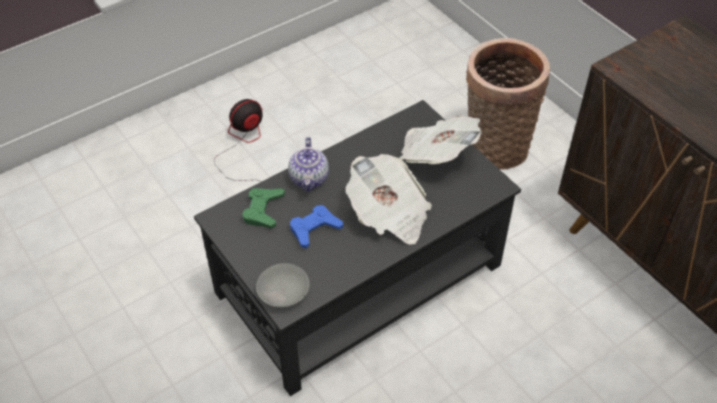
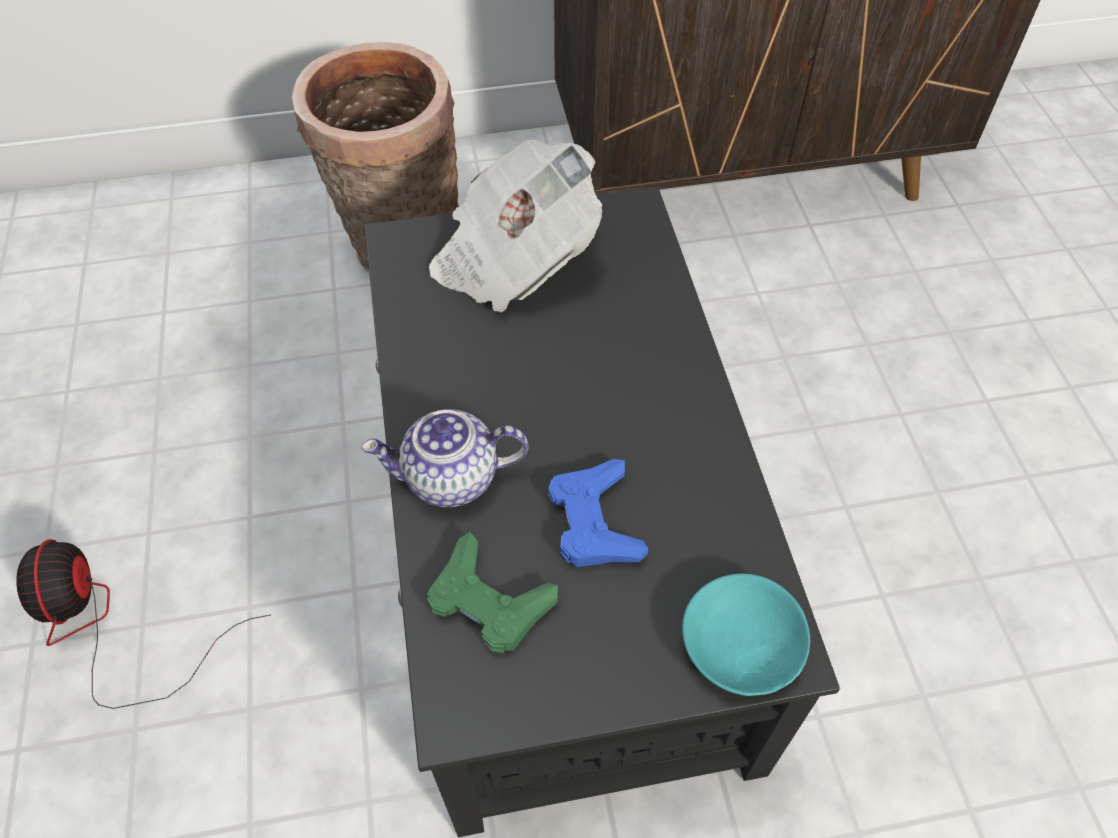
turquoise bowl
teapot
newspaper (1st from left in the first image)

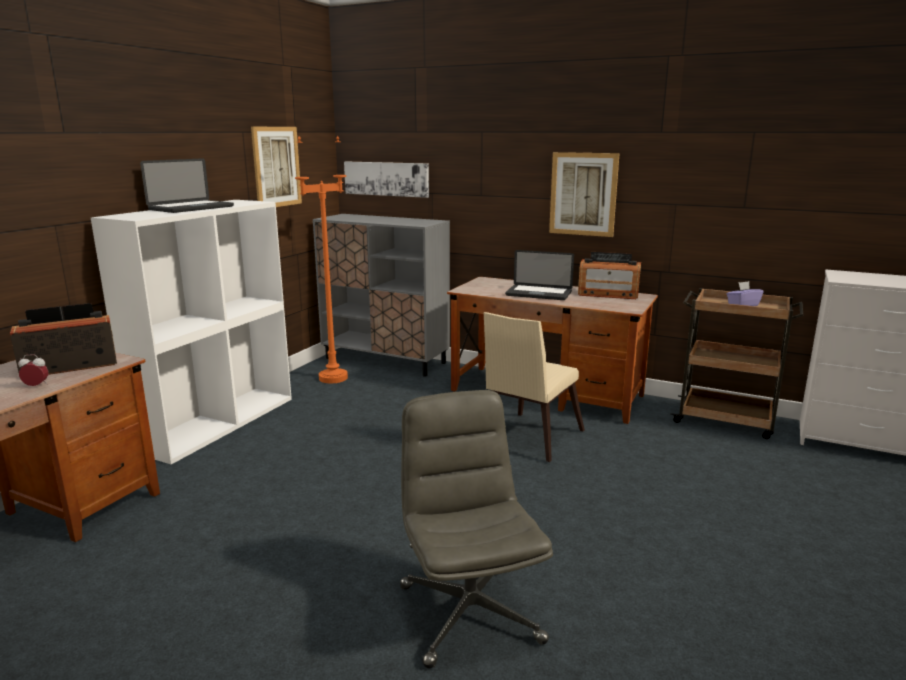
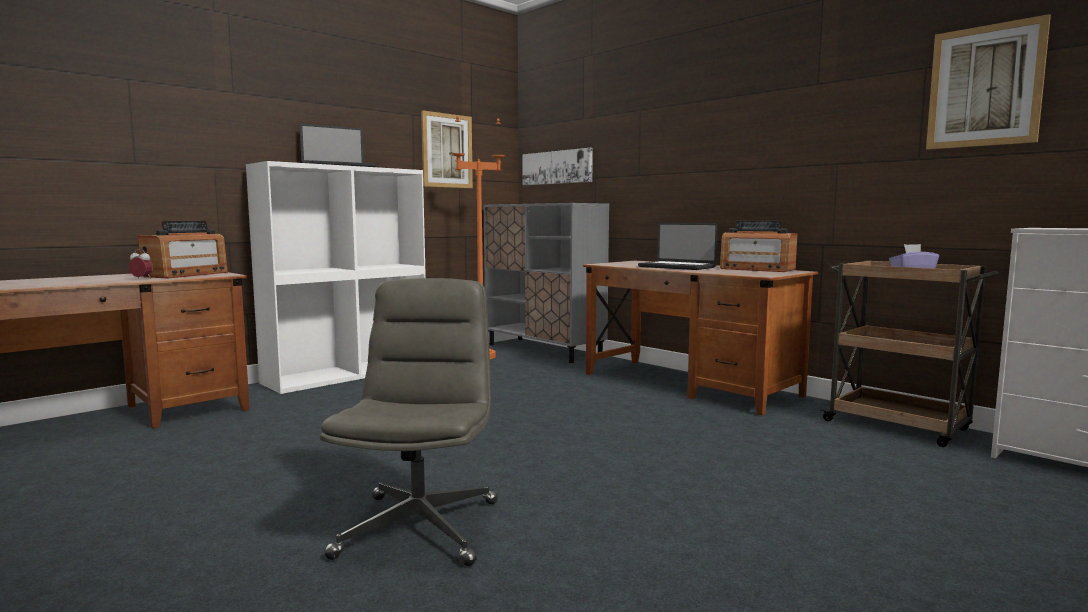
radio (1st from left)
beige chair
picture (3rd from left)

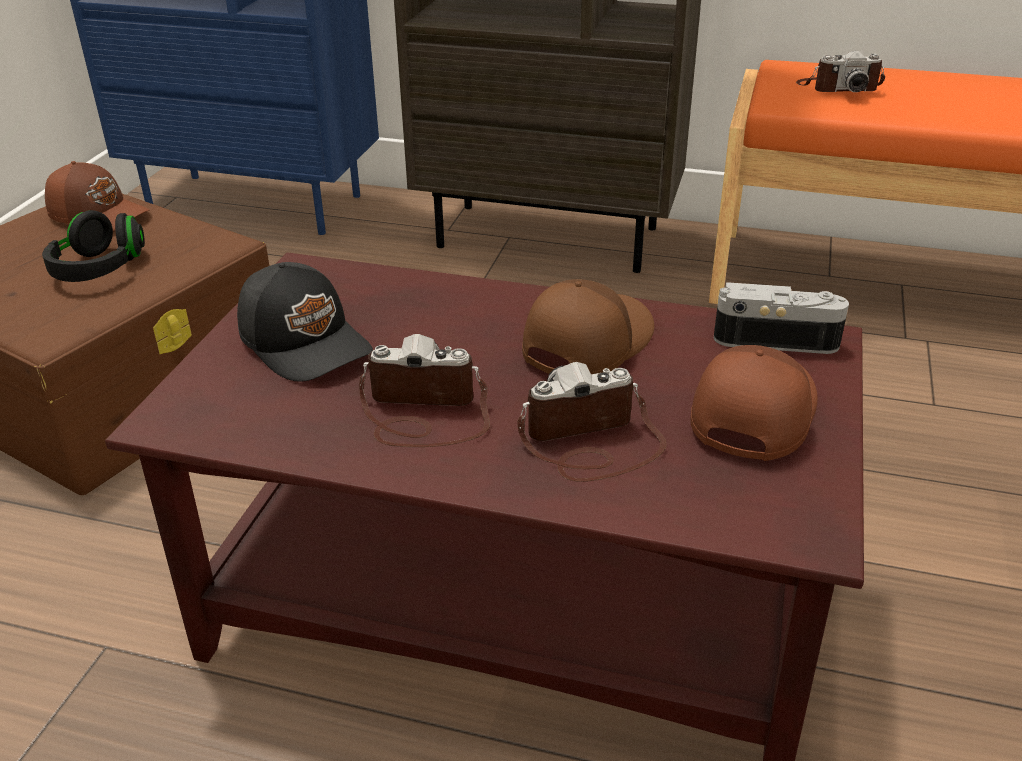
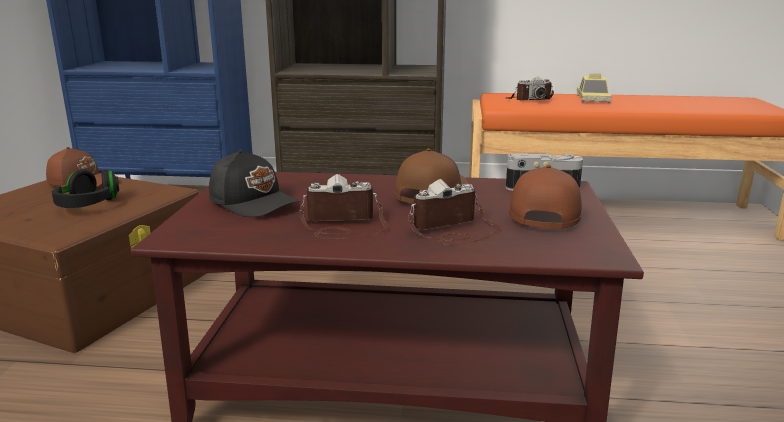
toy car

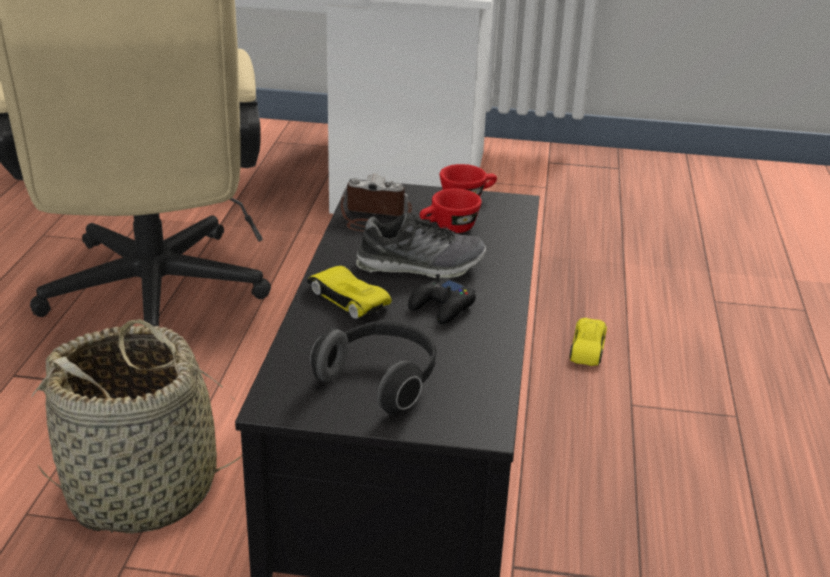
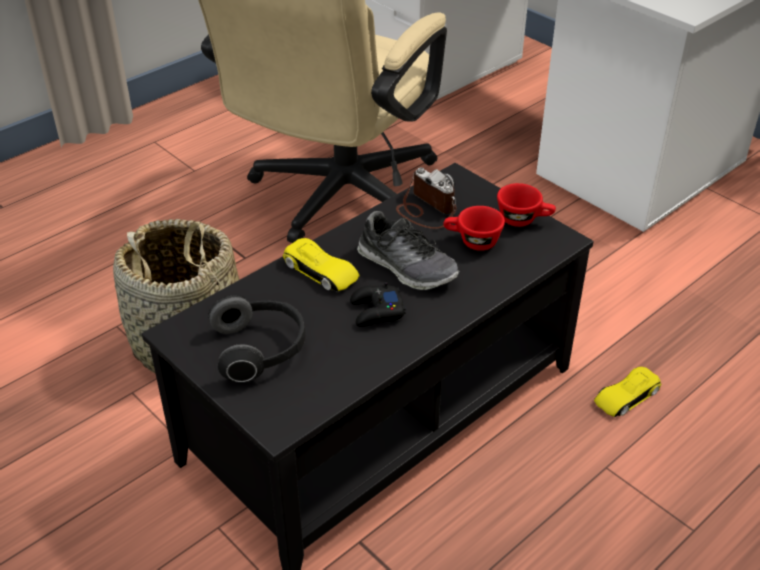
yellow toy car (1st from left)

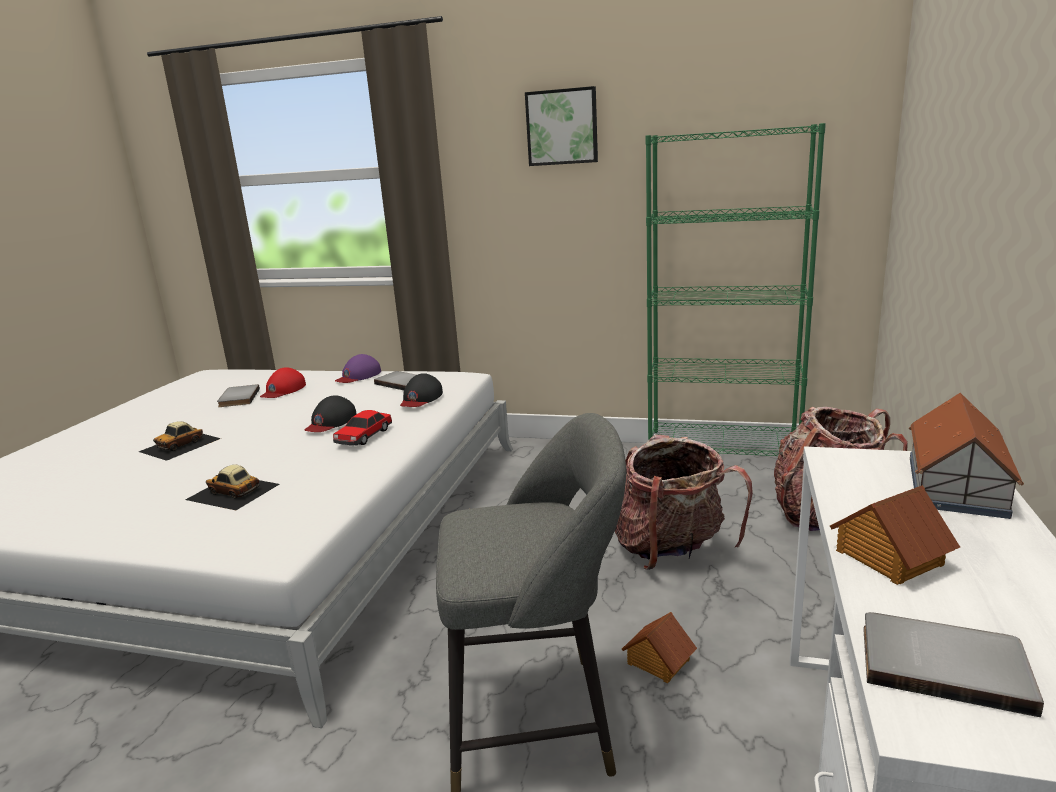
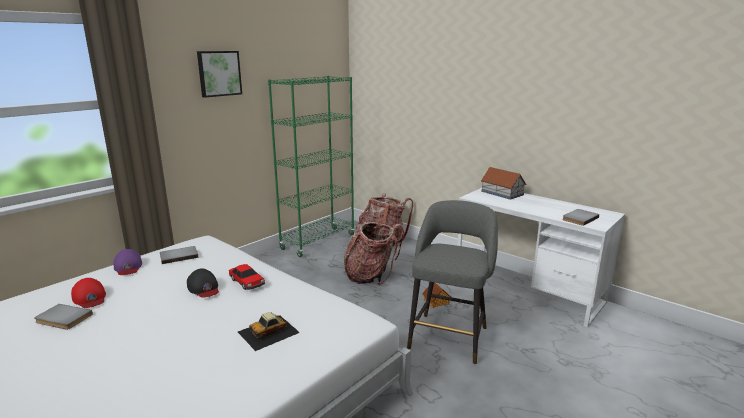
toy car (1st from left in the first image)
black cap (2nd from left in the first image)
toy house (2nd from left in the first image)

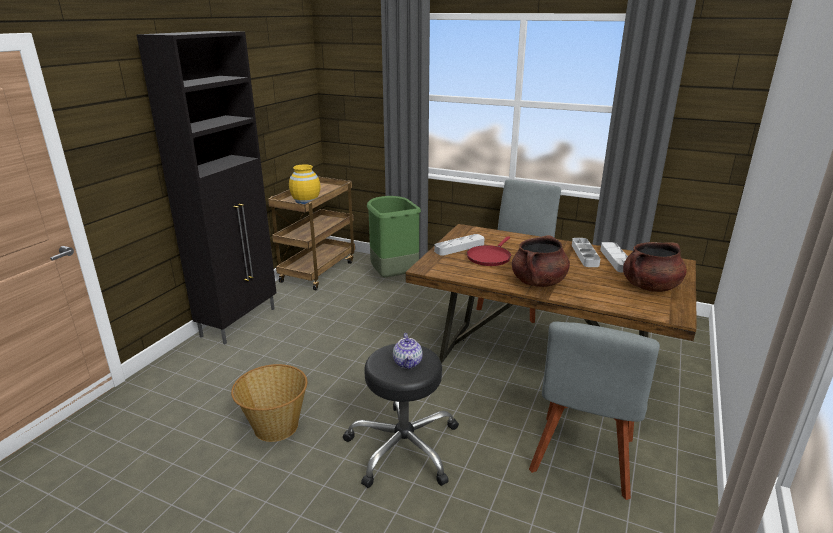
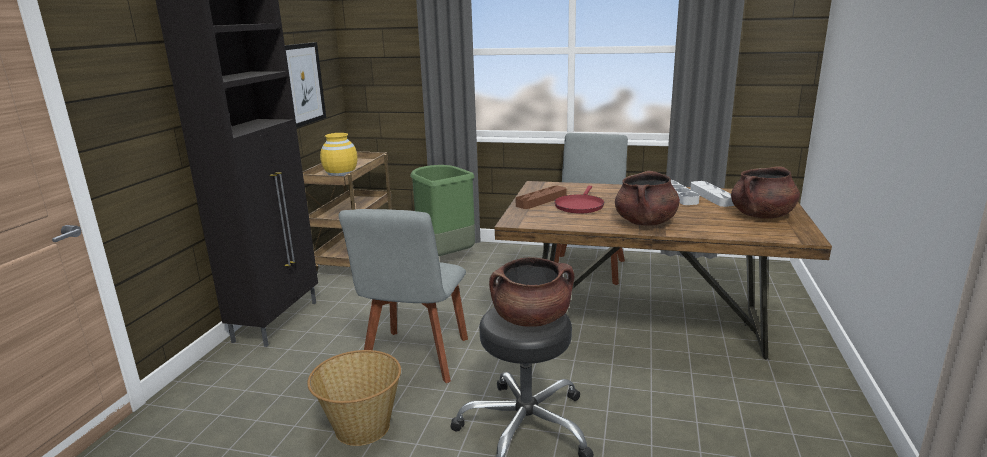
brown cooking pot (1st from left)
brown tray
grey chair (1st from left)
picture

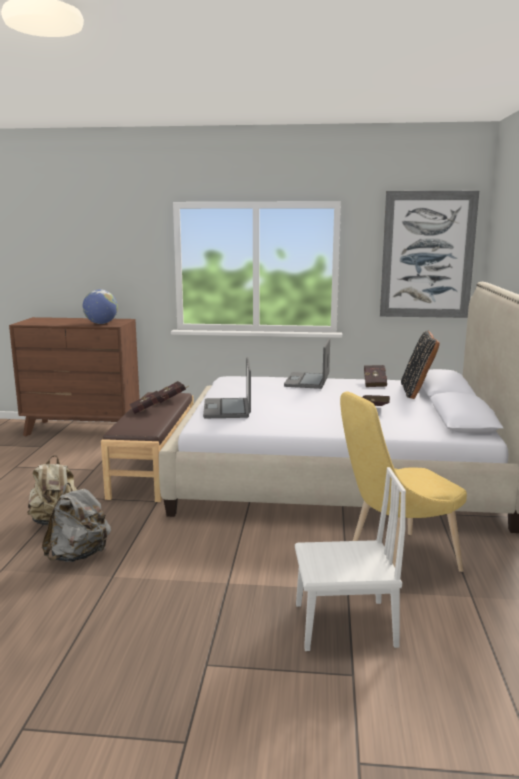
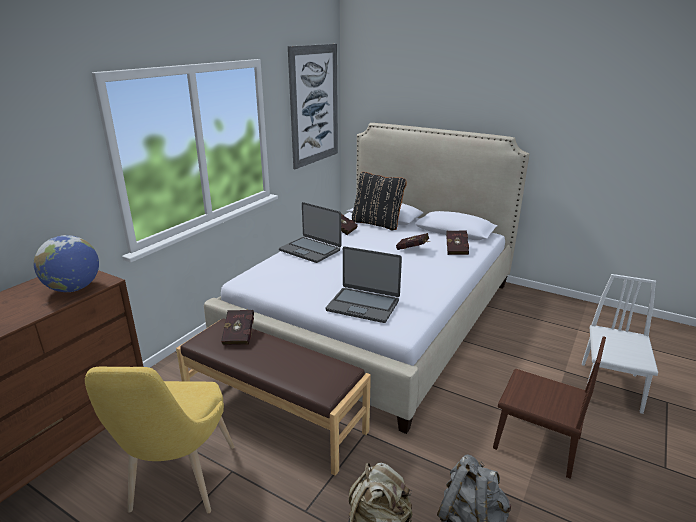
red book (4th from left)
yellow chair
brown chair

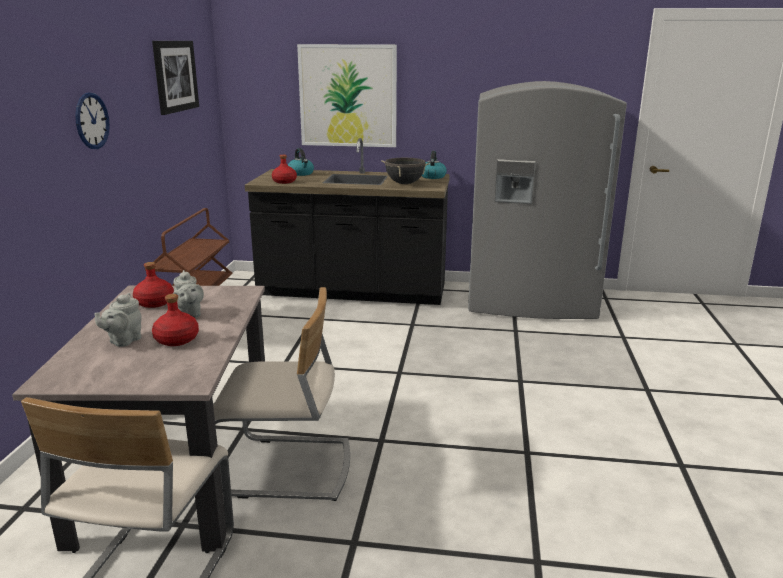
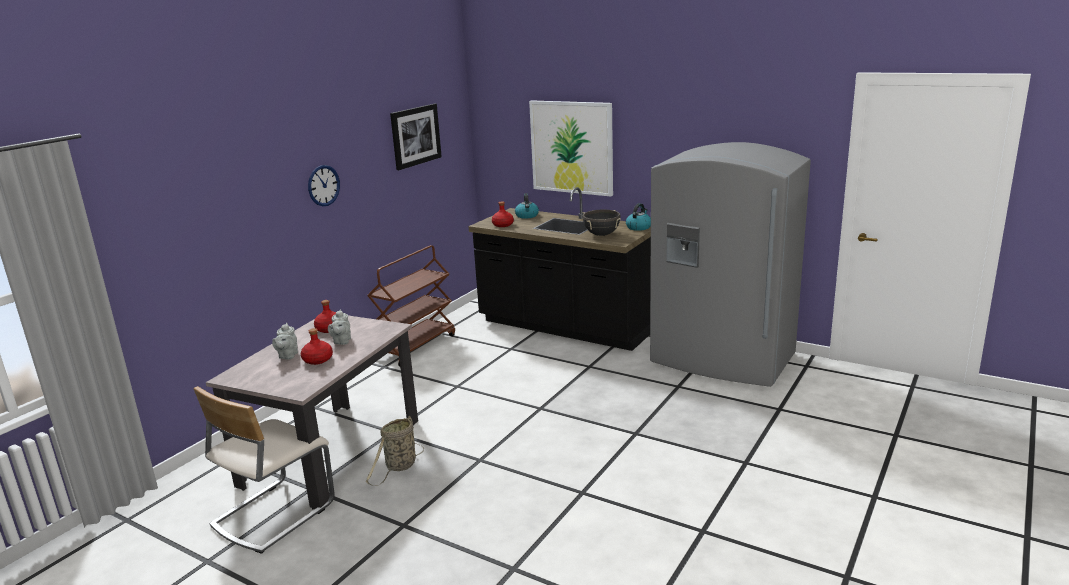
grey teapot (1st from left)
basket

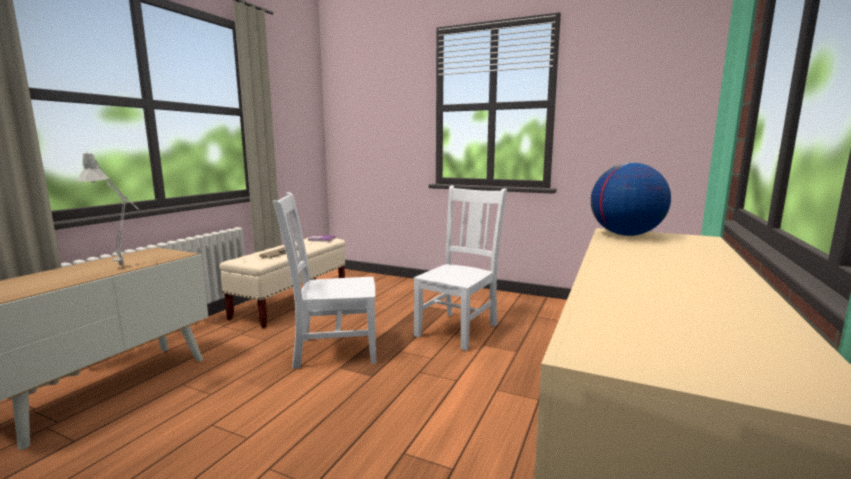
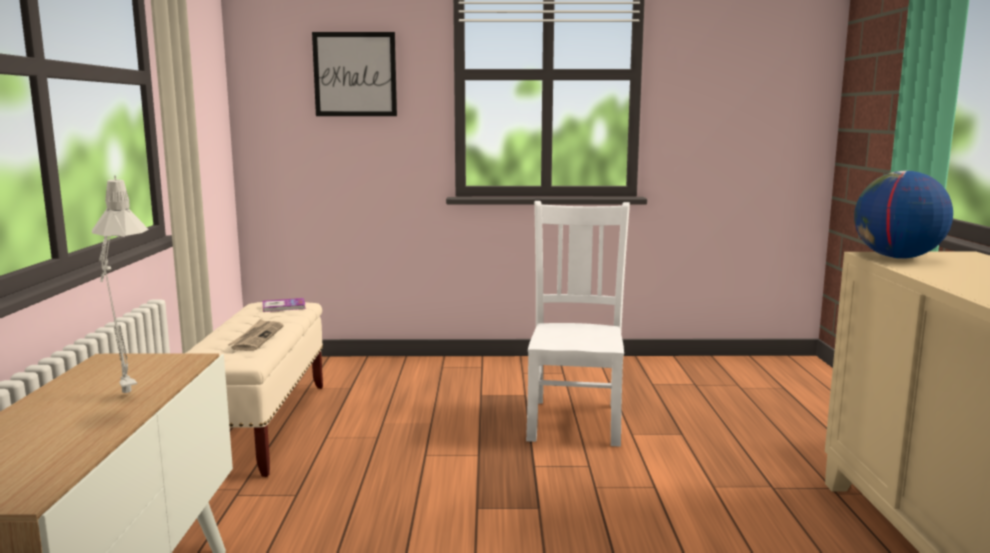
white chair (1st from left in the first image)
picture

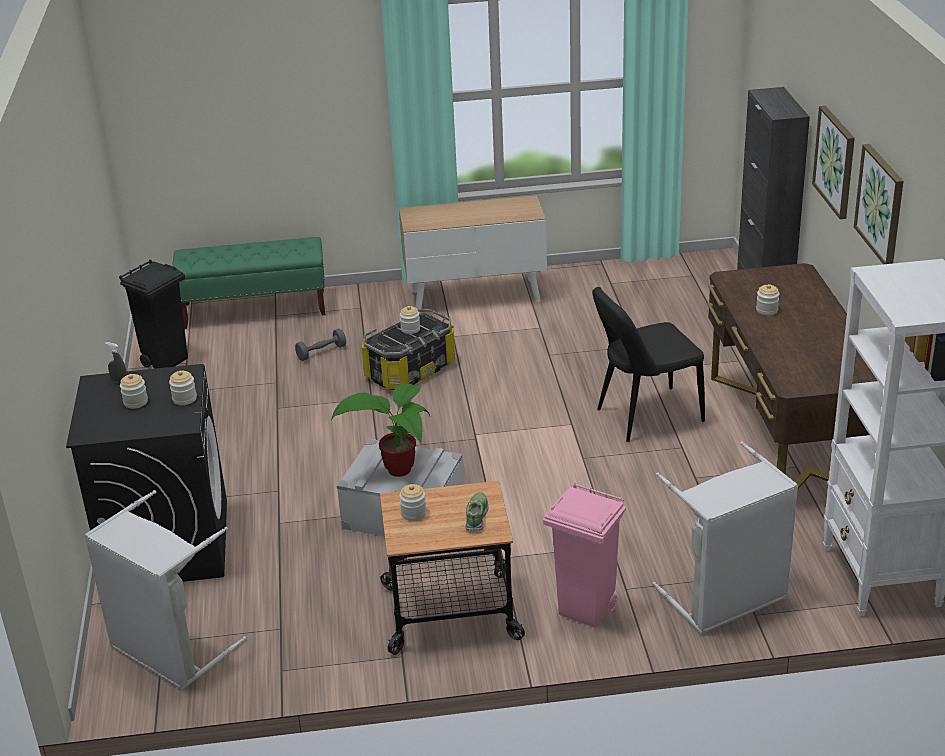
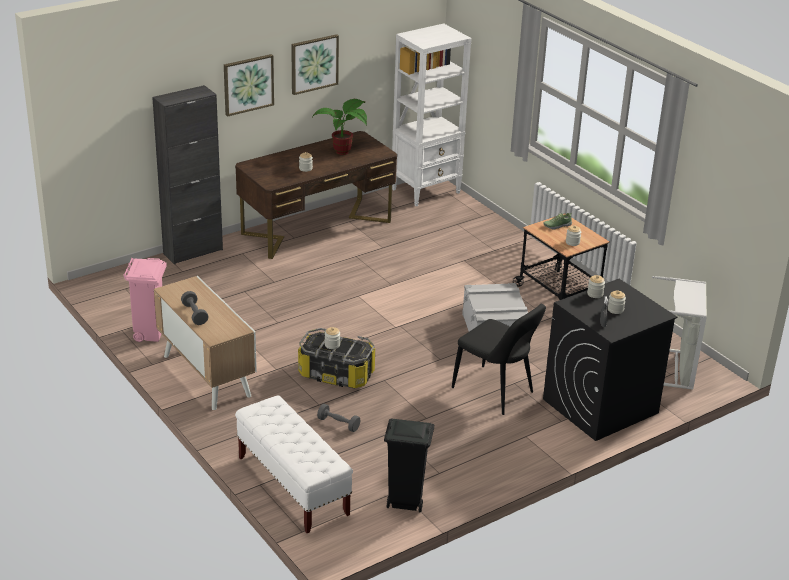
white bench
potted plant
pink trash can
black chair
grey laundry basket (2nd from left in the first image)
grey dumbbell (1st from left)

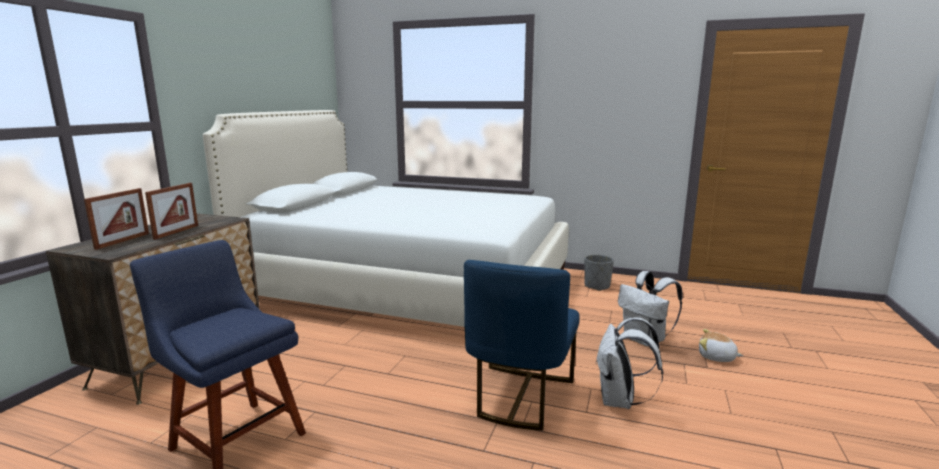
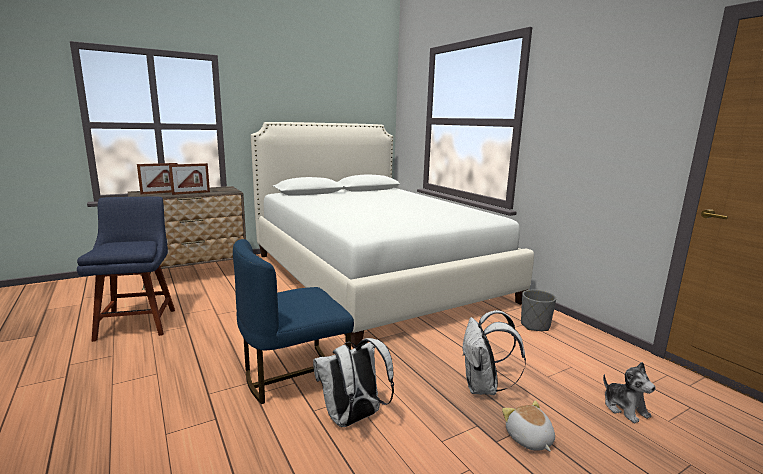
plush toy (2nd from left)

